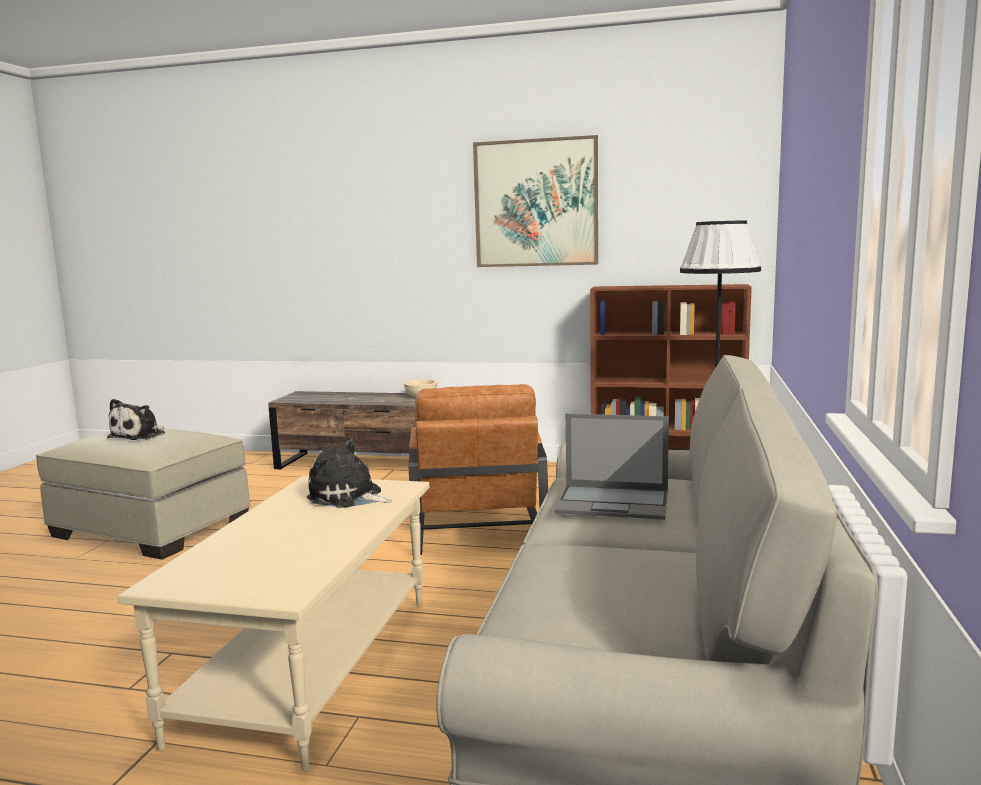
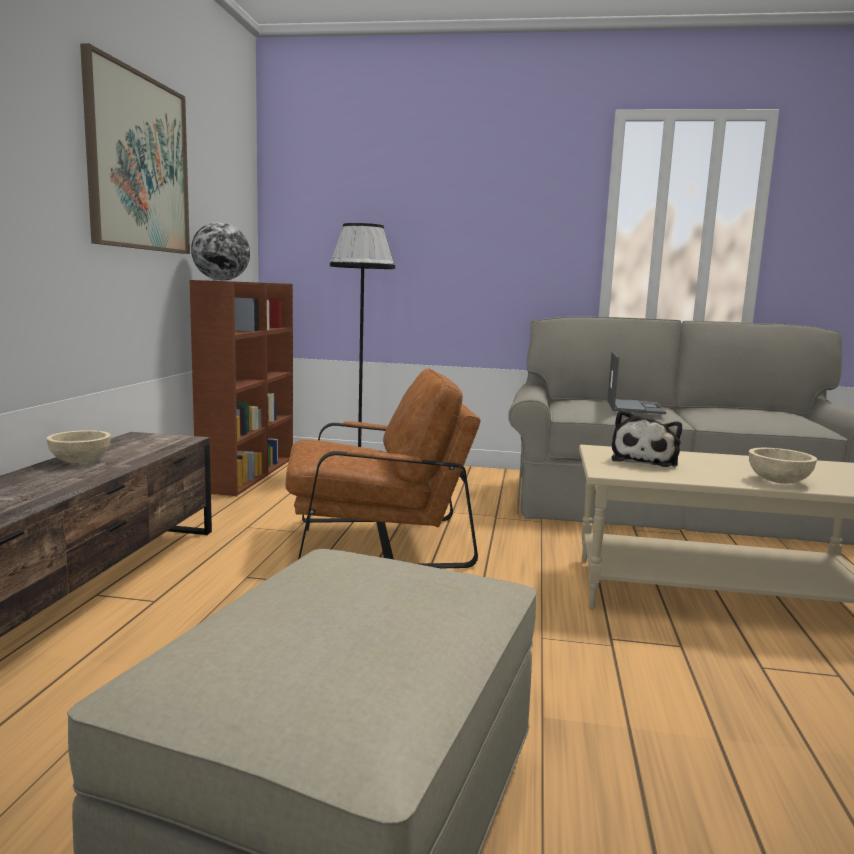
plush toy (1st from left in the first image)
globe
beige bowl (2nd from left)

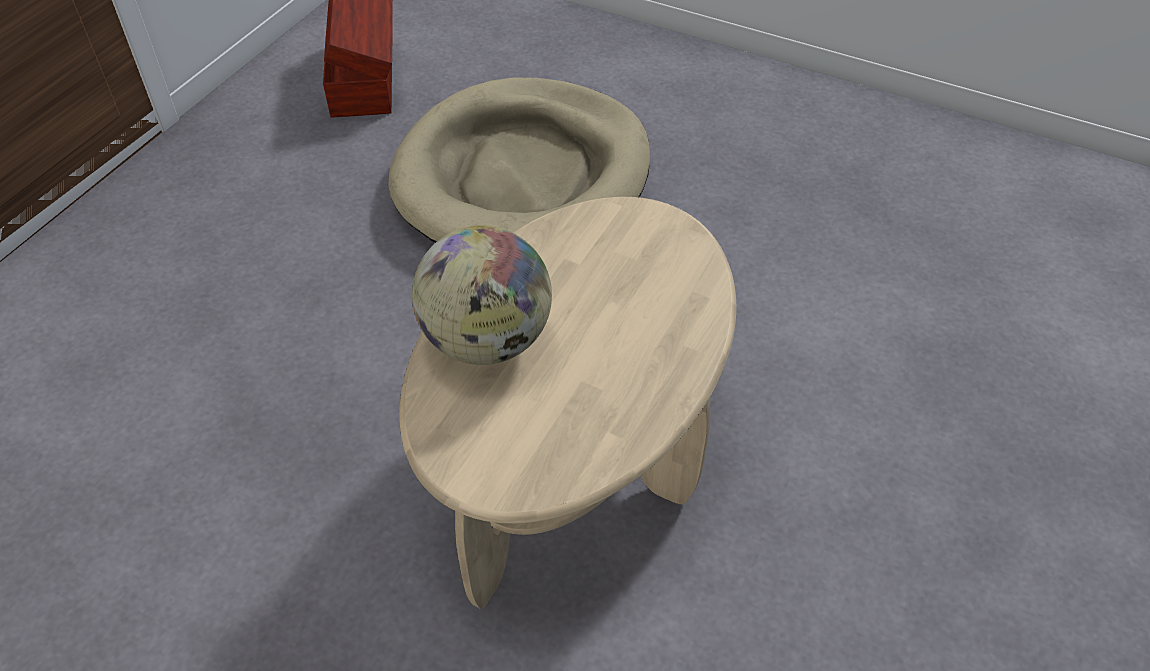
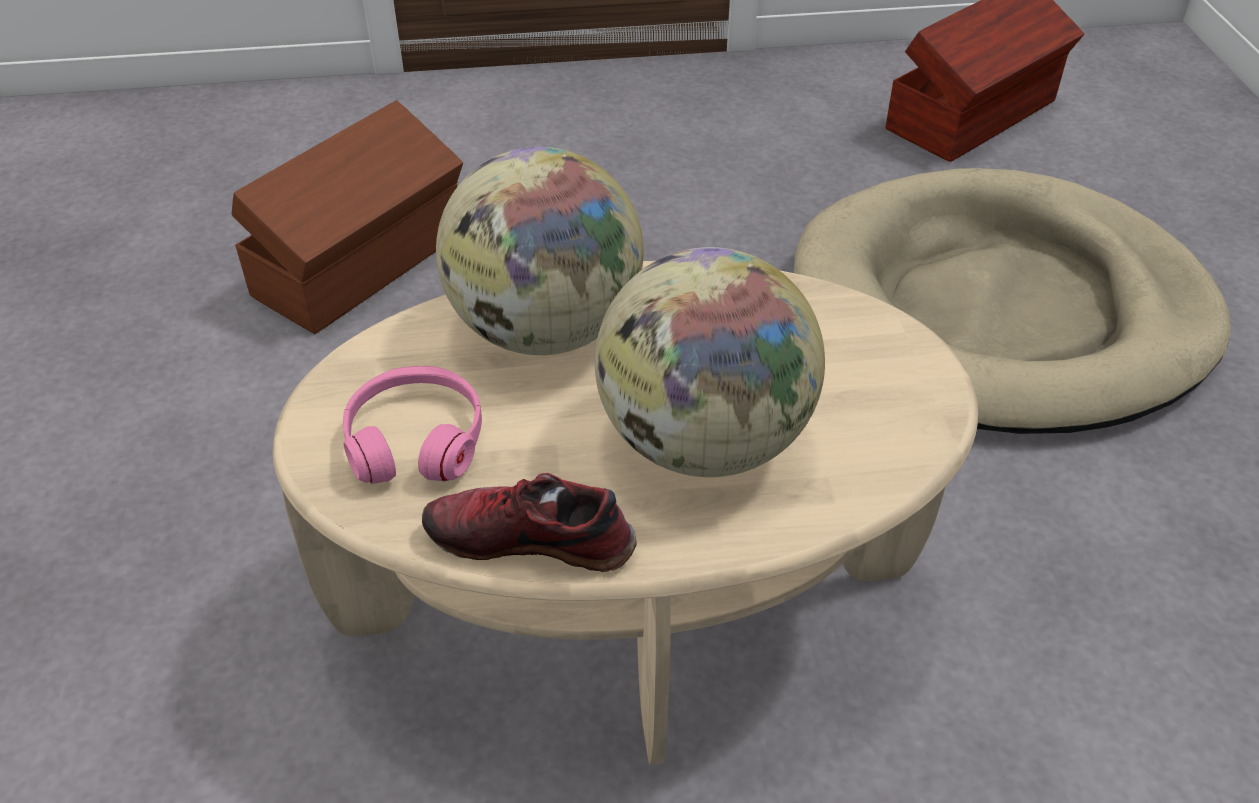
brown storage box (1st from left)
pink headphones
shoe
globe (2nd from left)

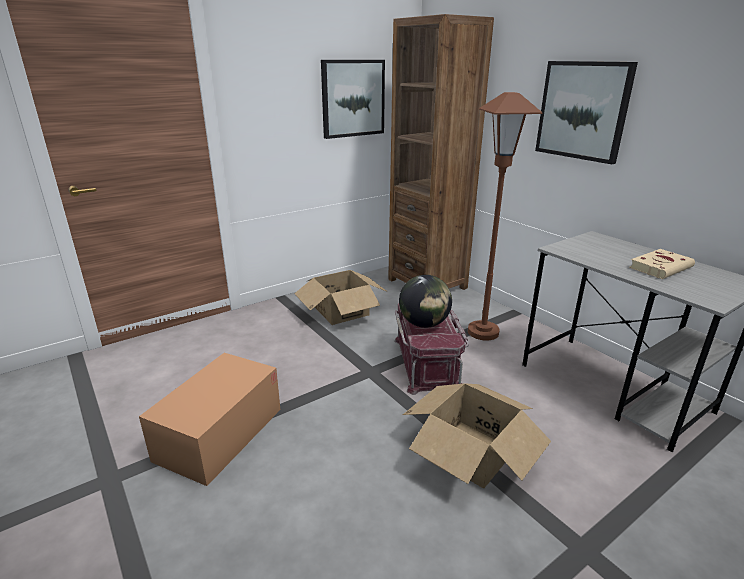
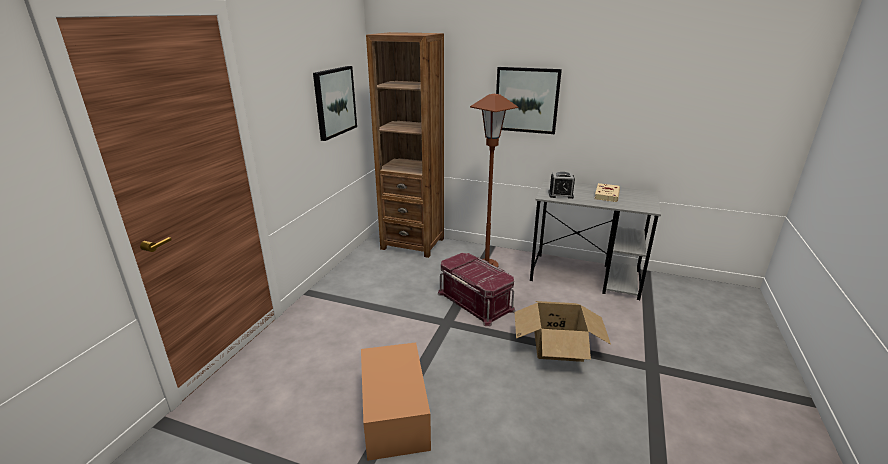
cardboard box (2nd from left in the first image)
globe
alarm clock

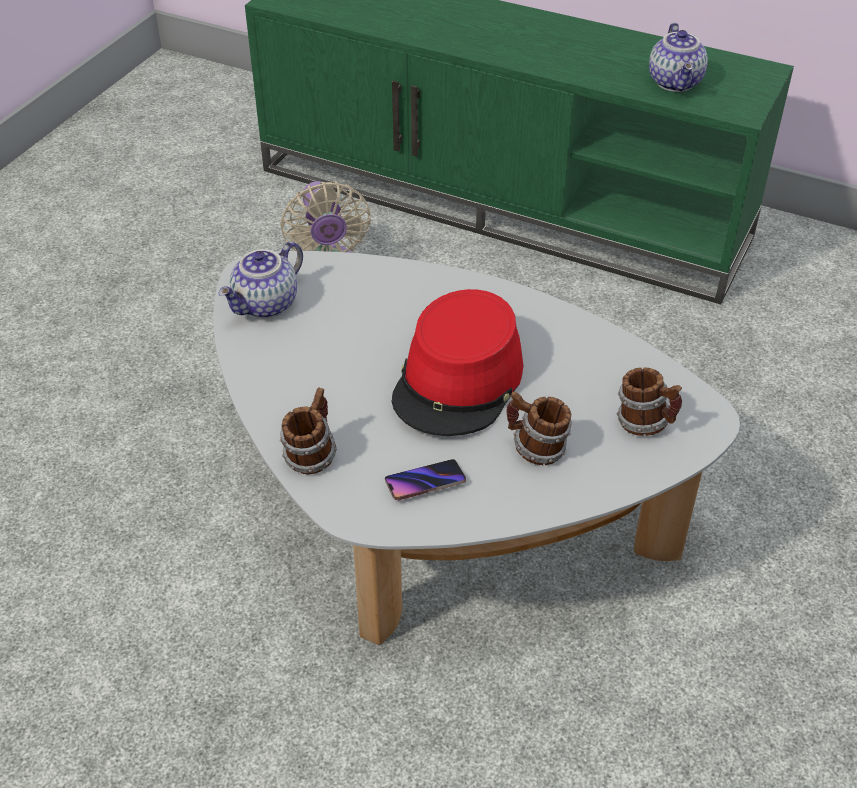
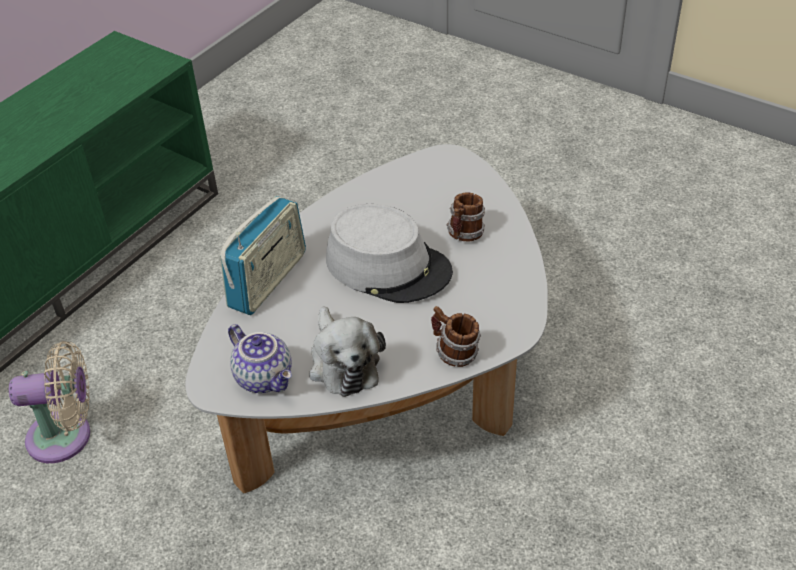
phone
grey hat
mug (3rd from left in the first image)
teapot (2nd from left in the first image)
radio
plush toy

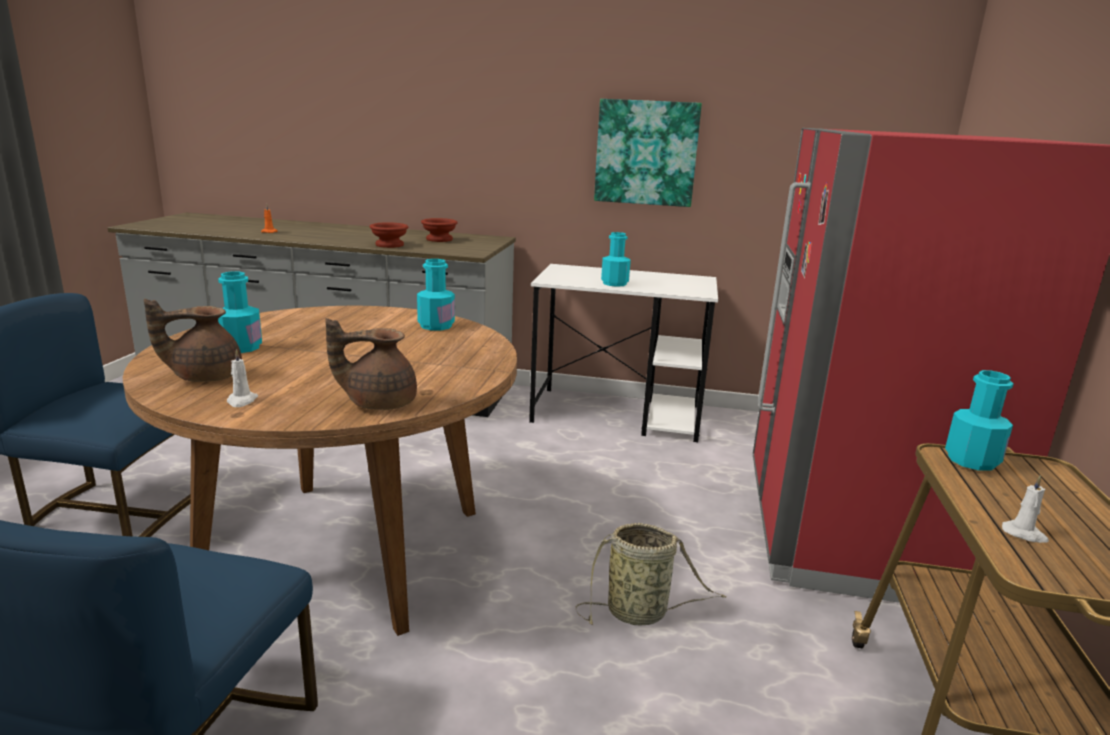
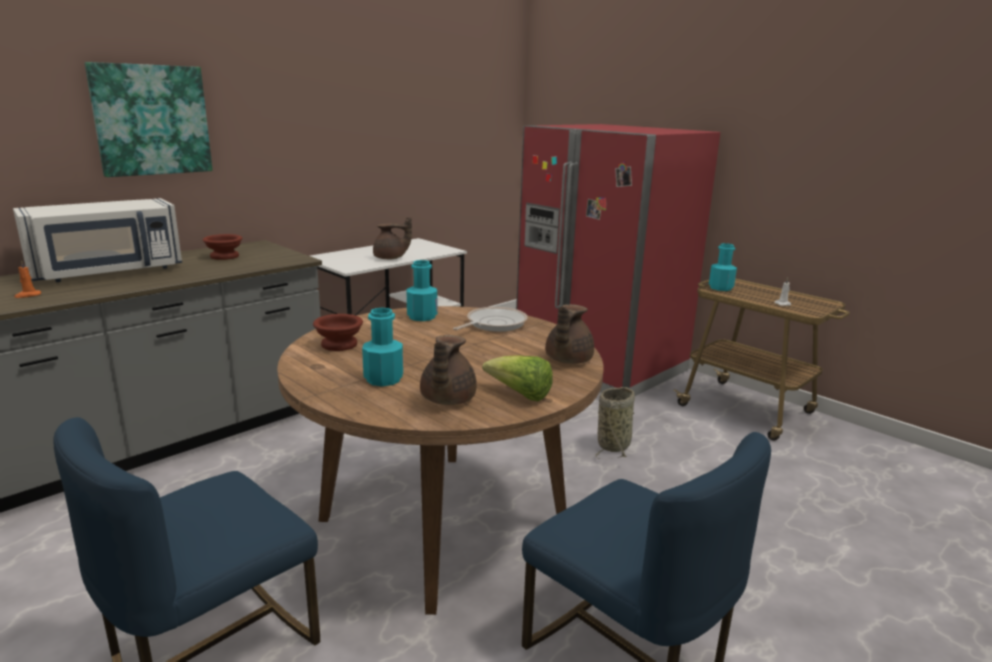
lettuce
brown bowl (2nd from left)
picture
brown teapot (1st from left)
white microwave
frying pan

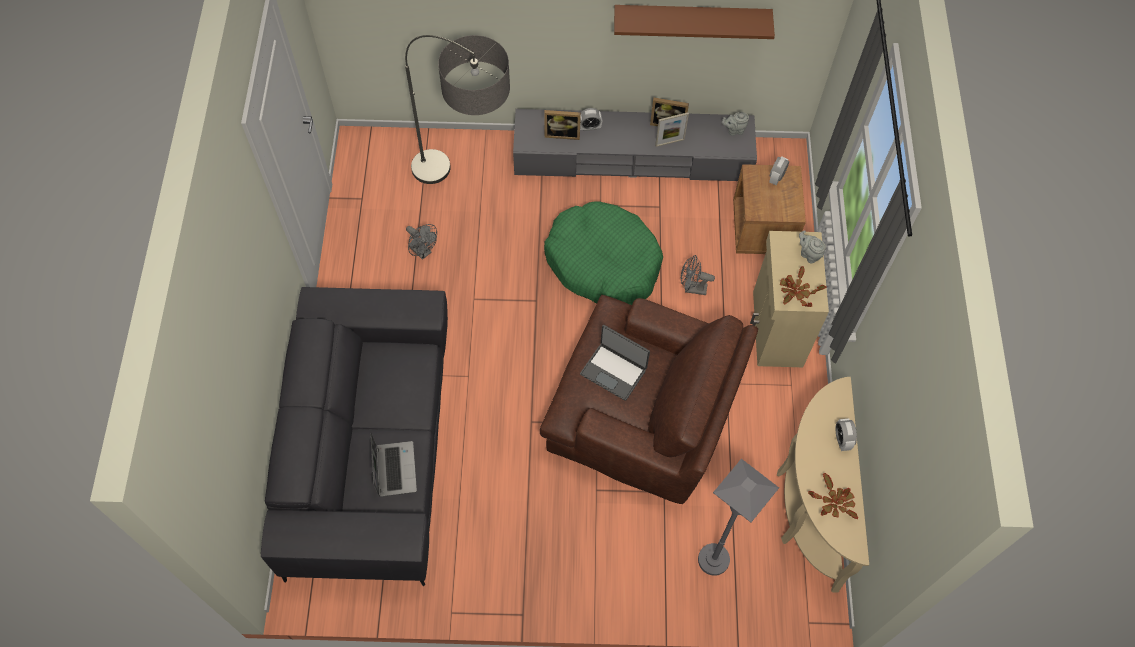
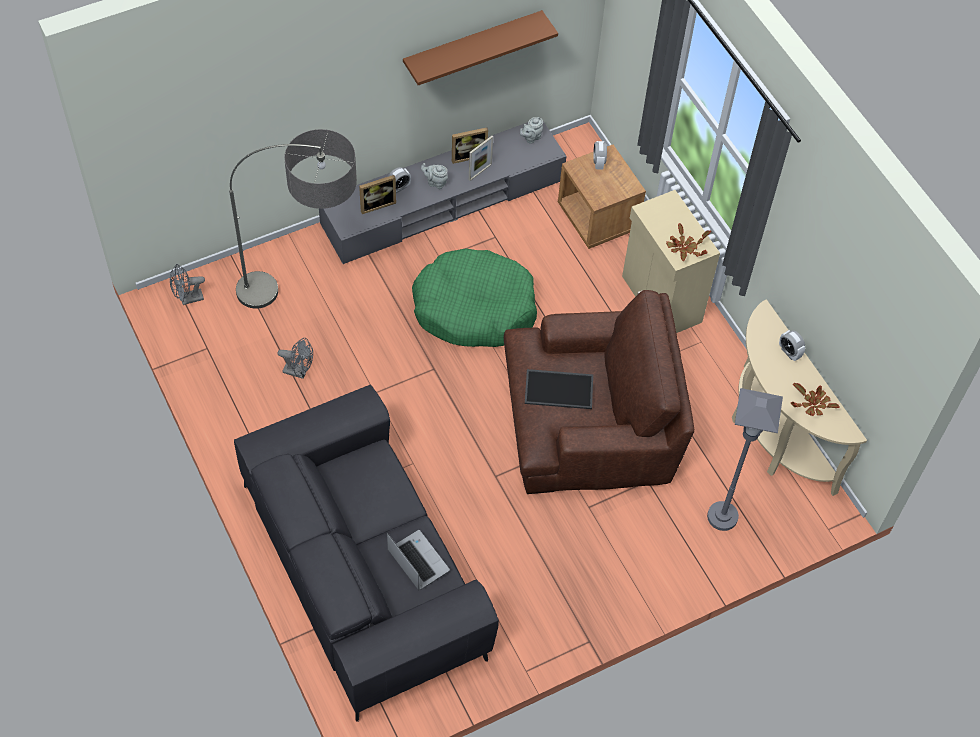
tray
grey fan (1st from left)
grey teapot (1st from left)

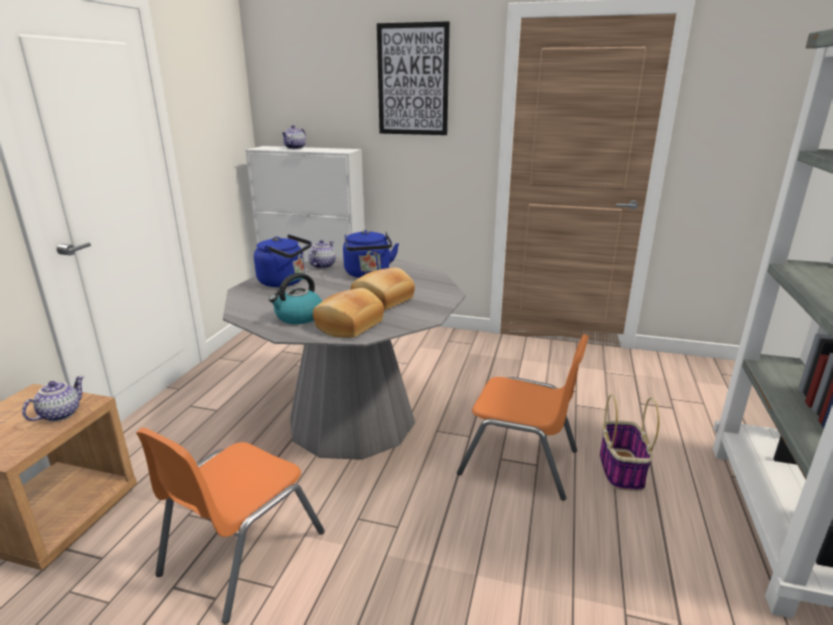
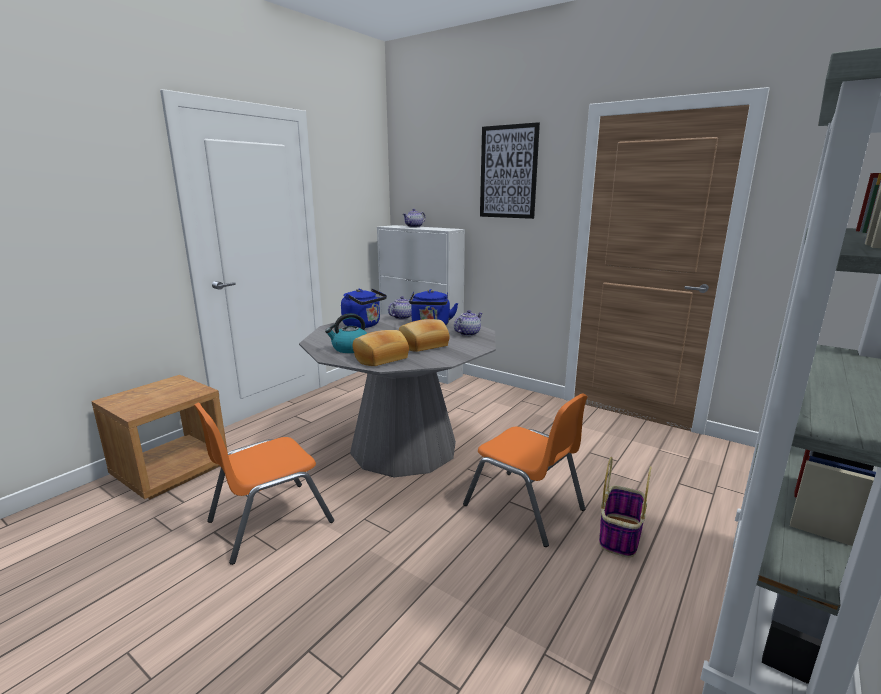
teapot (3rd from left)

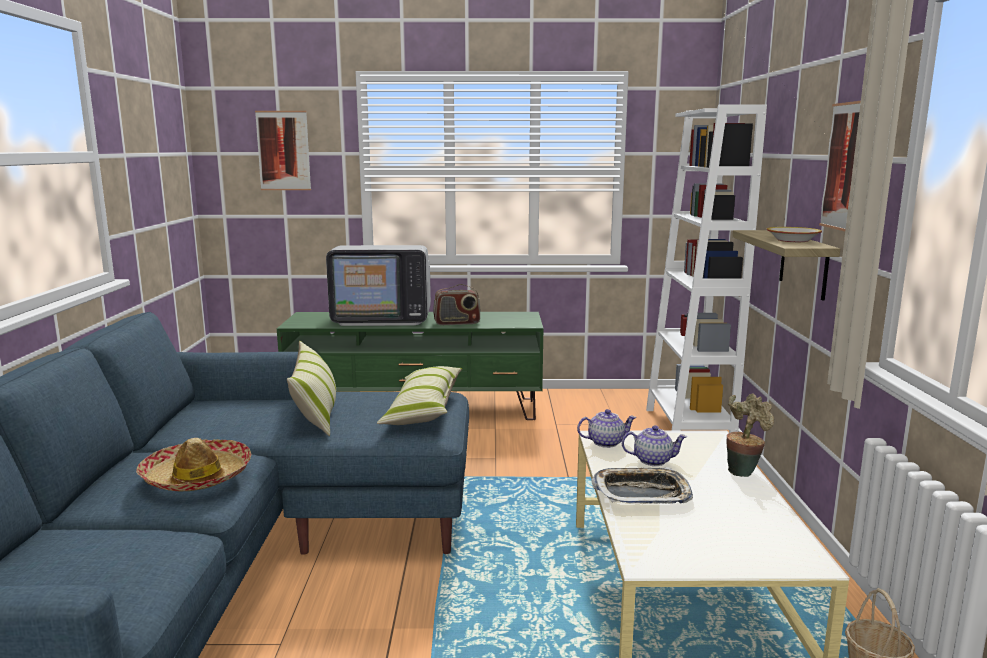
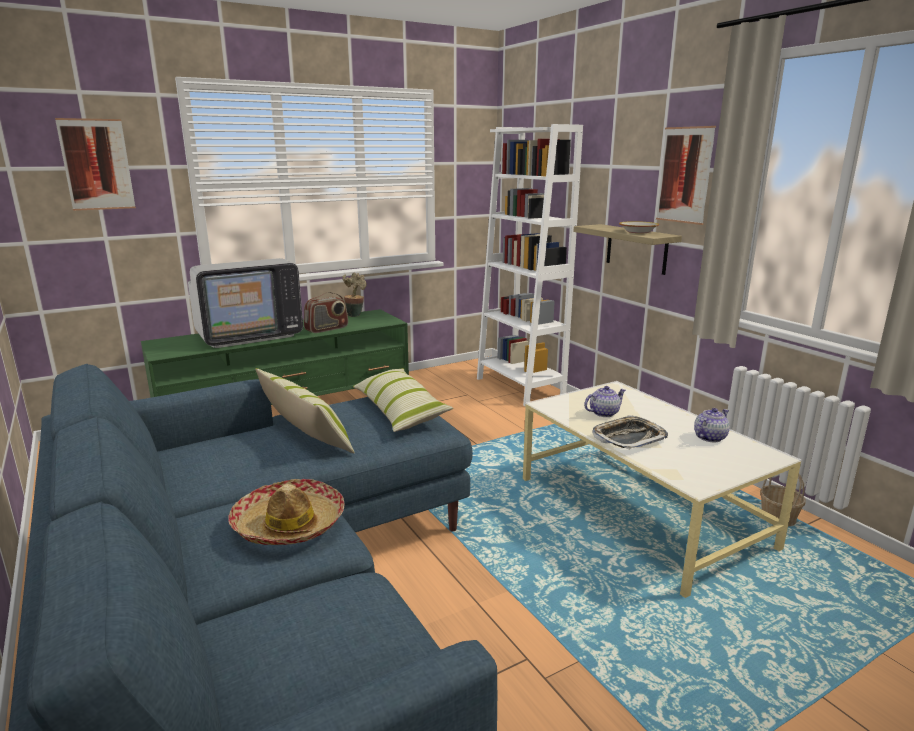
teapot (2nd from left)
potted plant

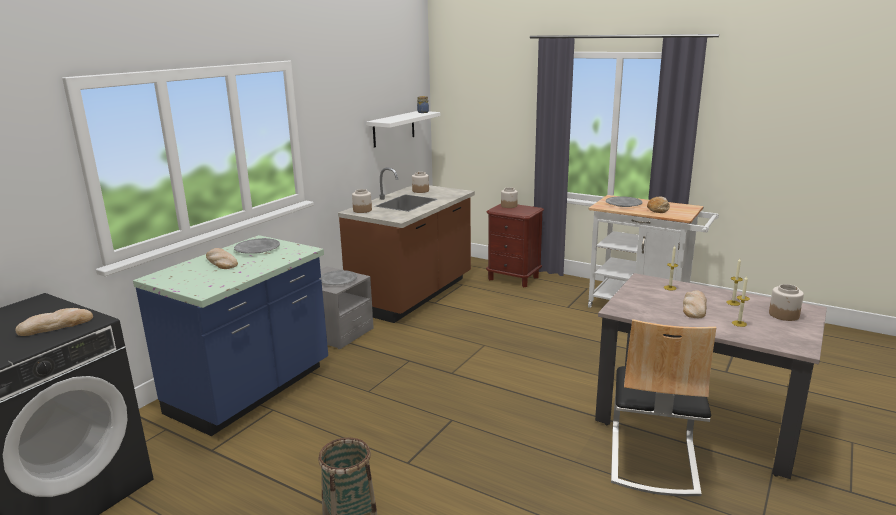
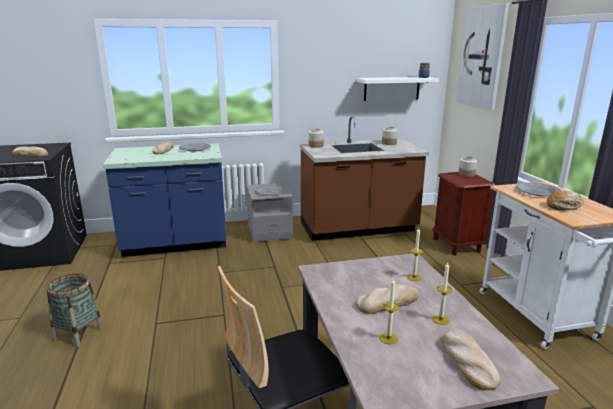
bread (4th from left)
picture

